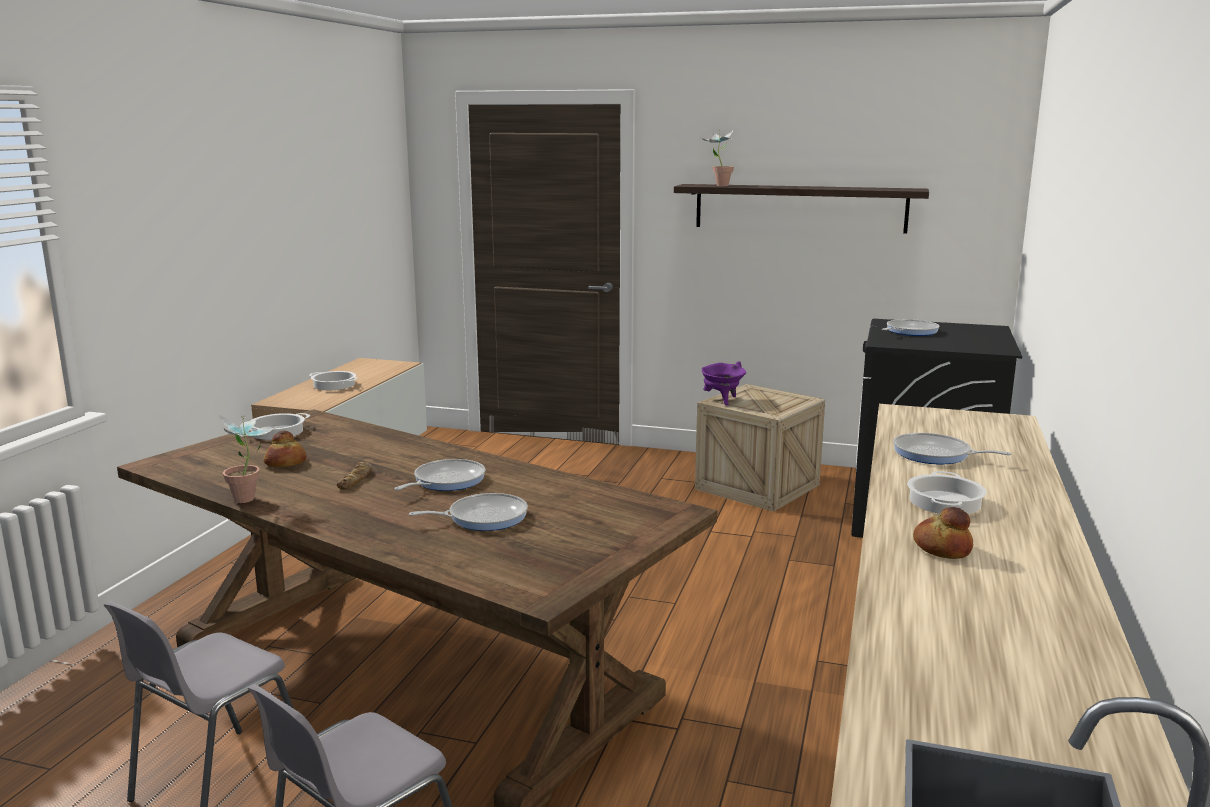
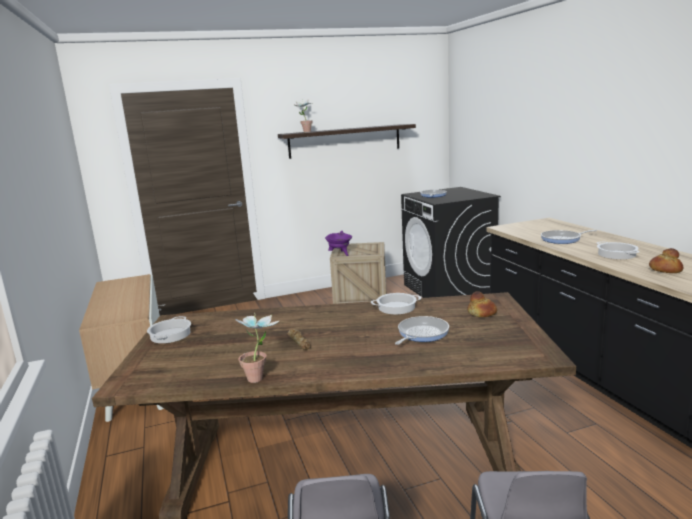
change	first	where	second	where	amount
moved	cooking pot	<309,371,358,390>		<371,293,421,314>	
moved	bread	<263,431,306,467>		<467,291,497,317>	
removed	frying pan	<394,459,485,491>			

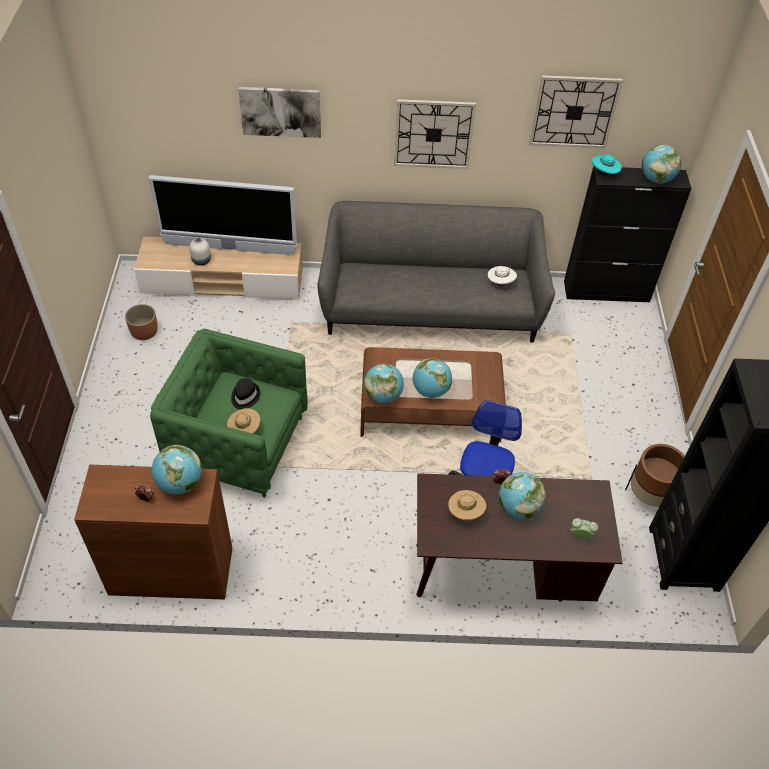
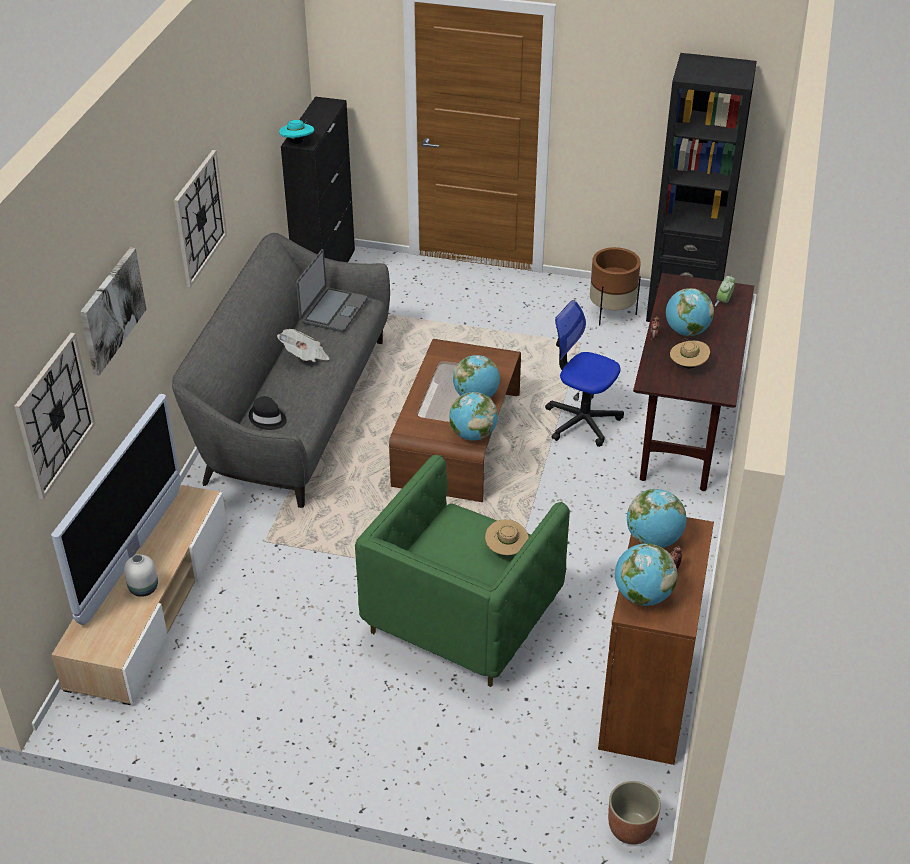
change	first	where	second	where	amount
moved	wall clock	<529,75,623,148>		<14,333,95,499>	
moved	globe	<642,145,682,183>		<615,543,677,606>	
replaced	hat/white	<488,266,517,286>	laptop	<296,249,368,332>	
moved	planter	<125,304,158,340>		<608,781,661,845>	
moved	hat/black	<231,378,260,410>		<249,396,287,430>	
added			newspaper	<277,329,330,362>	

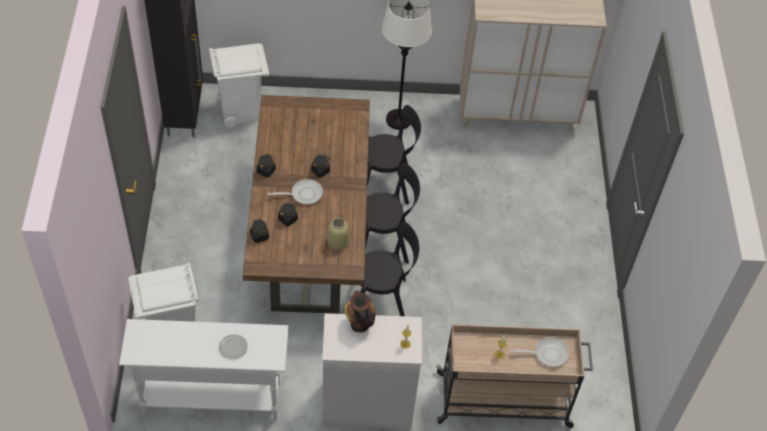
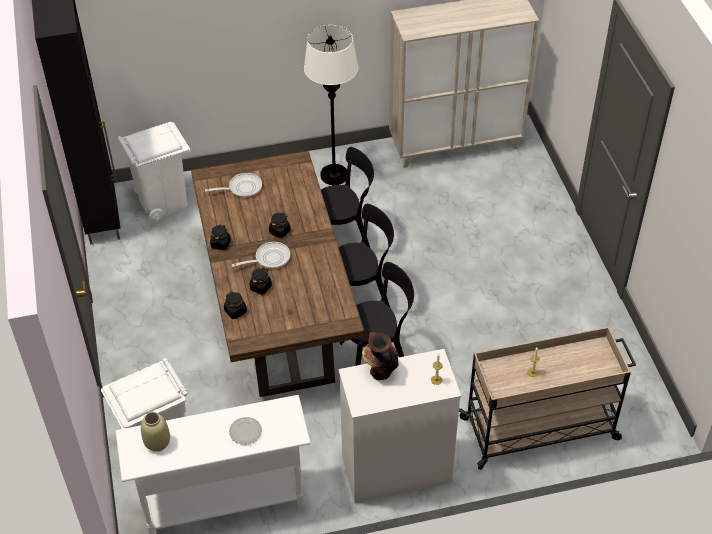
change	first	where	second	where	amount
moved	vase/beige	<327,218,349,250>		<141,412,170,452>	
moved	frying pan	<511,337,569,367>		<205,173,262,197>	

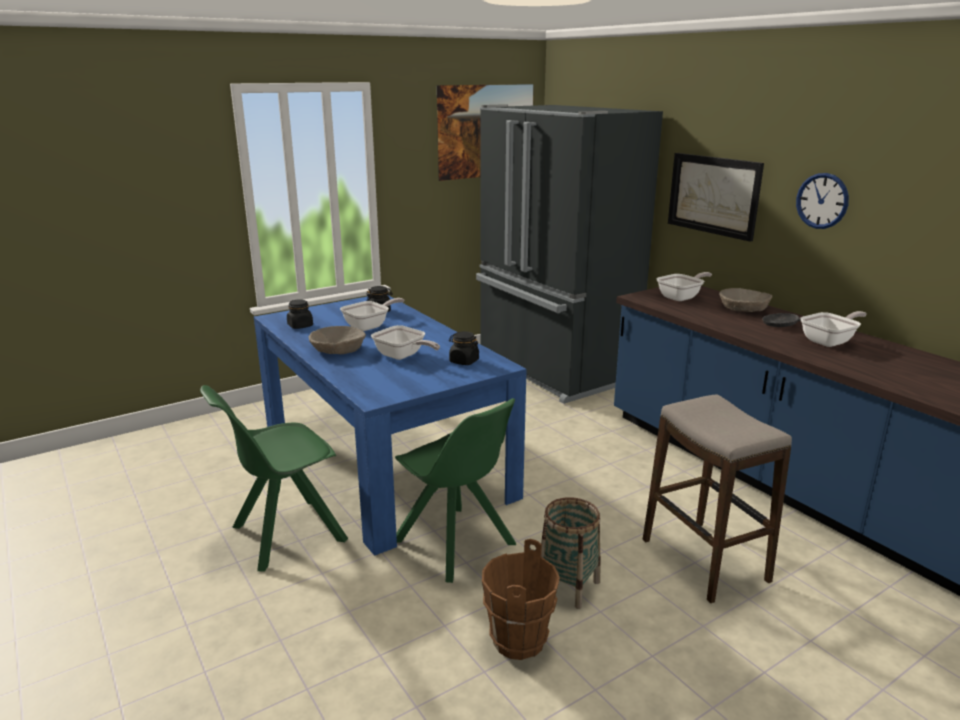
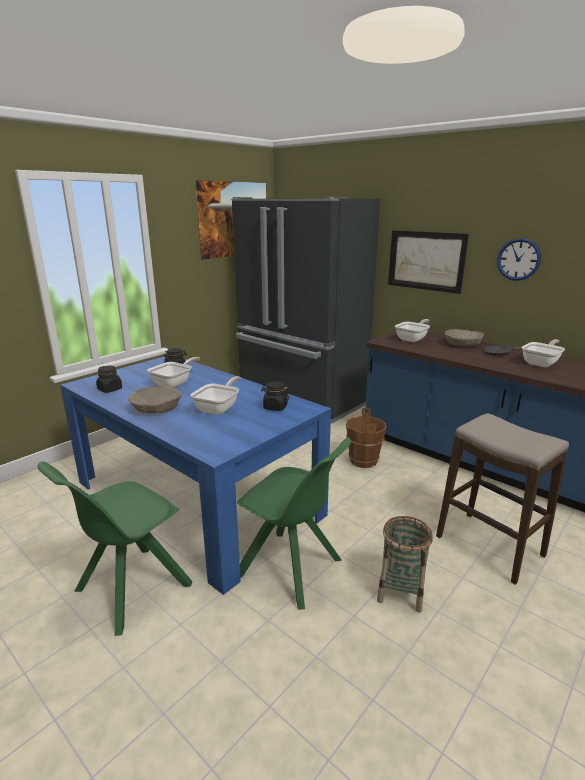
change	first	where	second	where	amount
turned	frying pan	<371,325,440,360>		<190,376,241,415>	90 degrees counterclockwise
moved	bucket/brown	<482,539,560,660>		<346,407,387,468>	

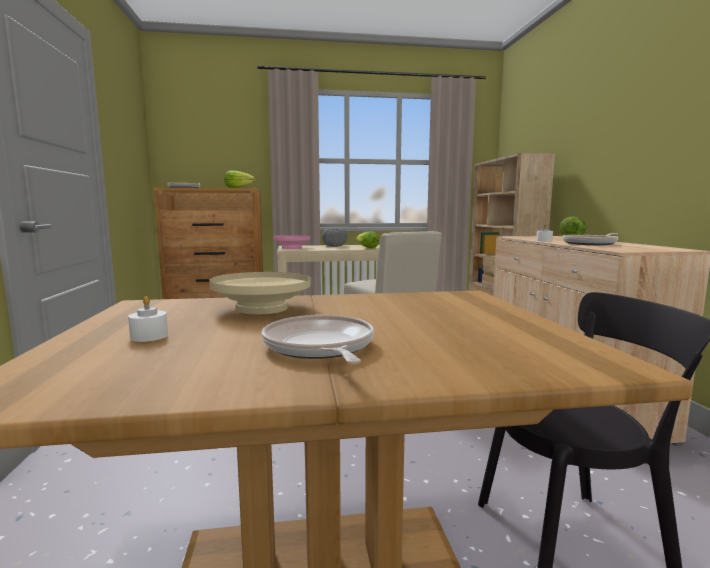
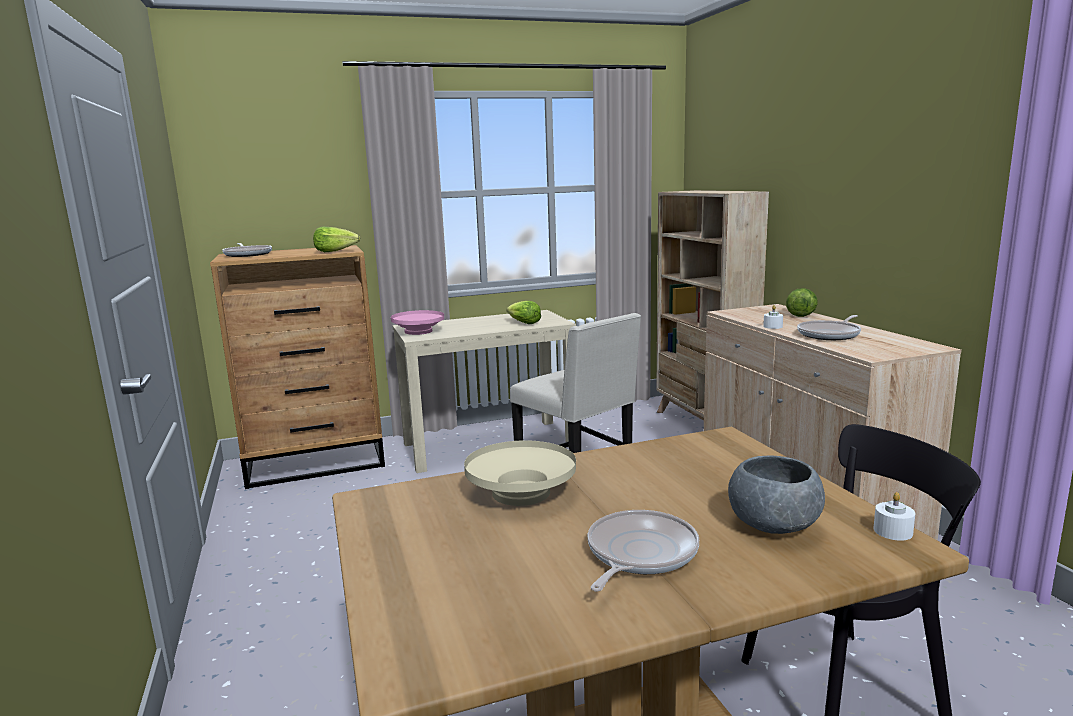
change	first	where	second	where	amount
moved	bowl/grey	<322,229,347,247>		<728,456,825,534>	
moved	candle/white	<128,296,168,342>		<873,492,916,541>	
turned	frying pan	<262,315,374,364>		<588,510,699,592>	60 degrees clockwise

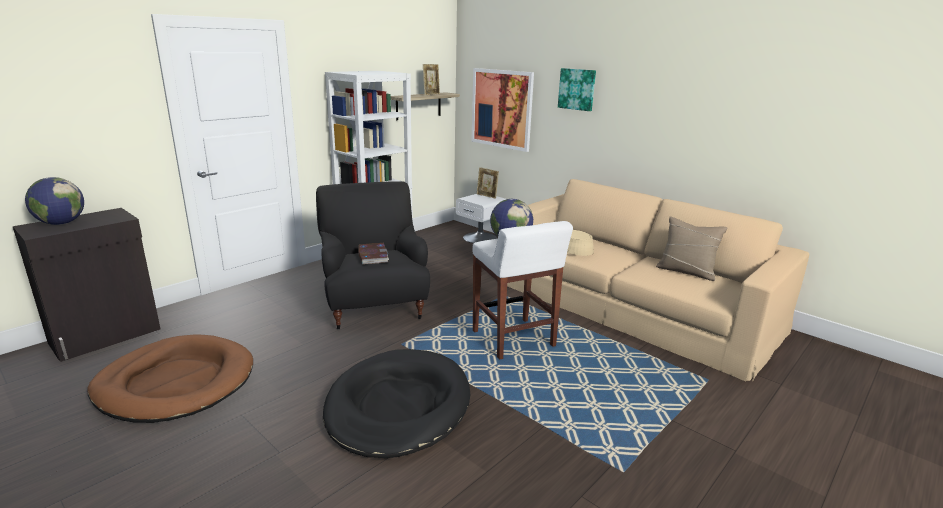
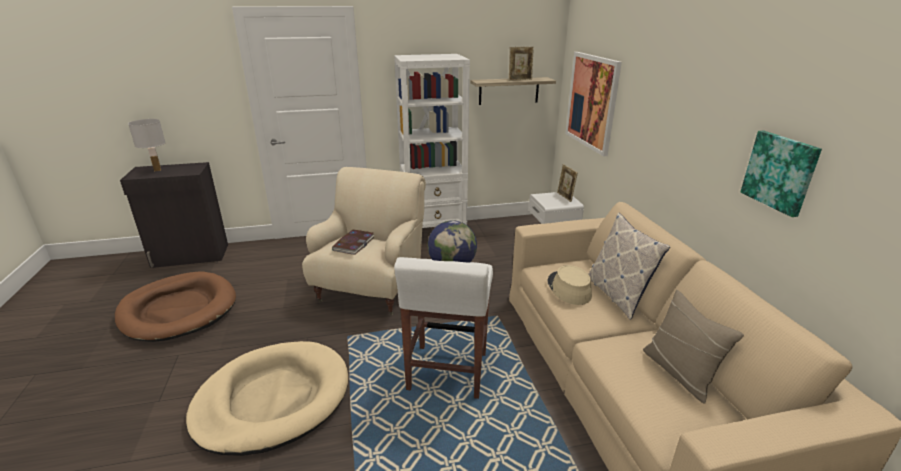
change	first	where	second	where	amount
moved	picture	<558,68,596,111>		<741,131,822,217>	
replaced	globe	<25,177,84,225>	table lamp/white	<128,119,166,172>	
recoloured	armchair/black	<316,181,430,329>	armchair/beige	<302,167,426,315>	
recoloured	dog bed/black	<323,349,470,458>	dog bed/beige	<186,341,348,456>	
added			pillow	<589,213,670,320>	

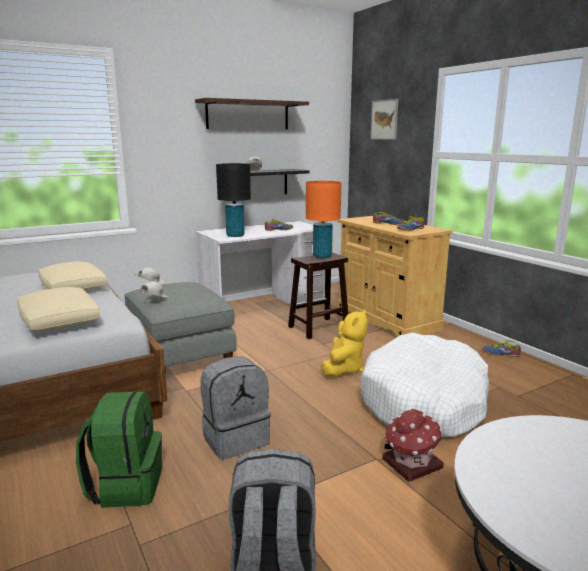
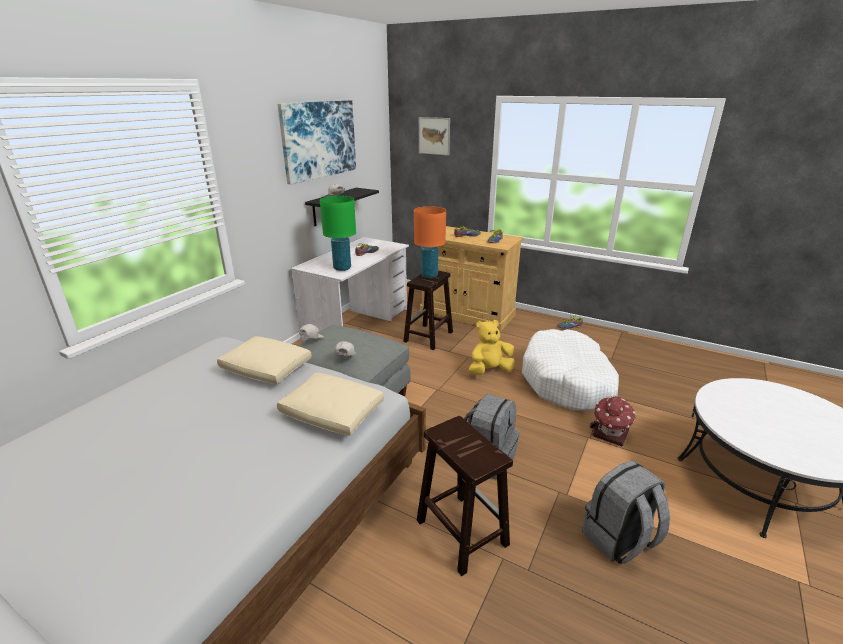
change	first	where	second	where	amount
replaced	shelf	<195,98,309,129>	picture	<278,100,356,184>	
recoloured	table lamp/black	<216,163,251,237>	table lamp/green	<320,196,356,271>	
turned	plush toy/yellow	<321,310,368,377>		<469,320,515,375>	105 degrees counterclockwise
replaced	backpack/green	<76,391,162,508>	stool/brown	<417,416,513,576>	

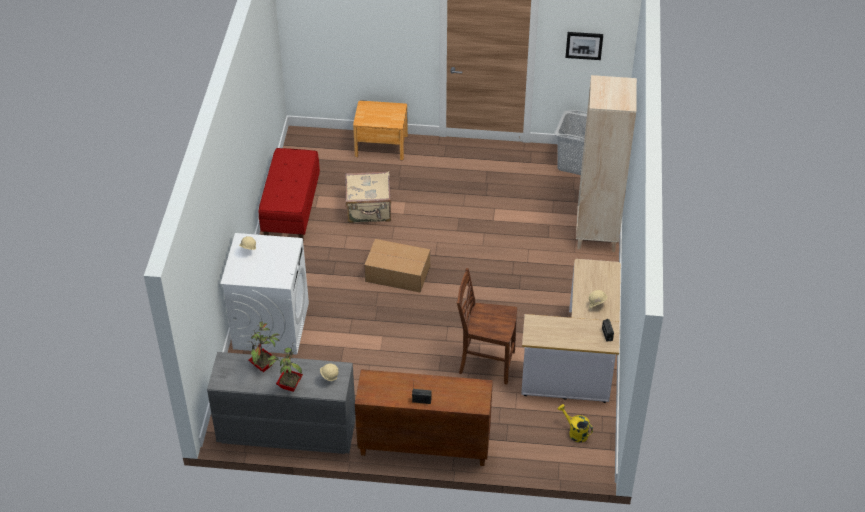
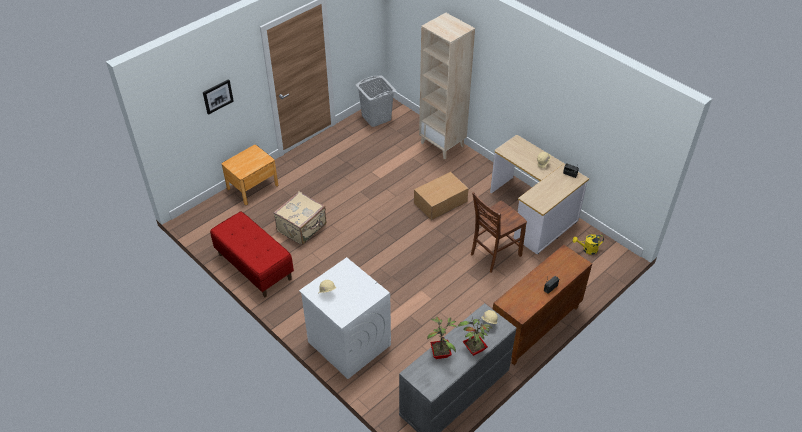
change	first	where	second	where	amount
moved	picture	<565,32,603,60>		<203,79,234,115>	
moved	cardboard box	<364,239,430,293>		<414,172,469,220>	

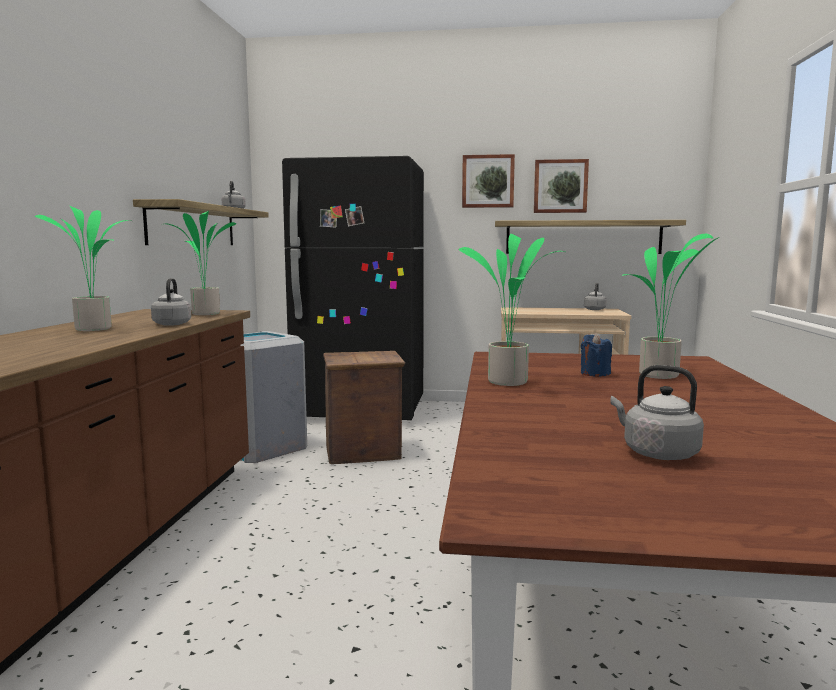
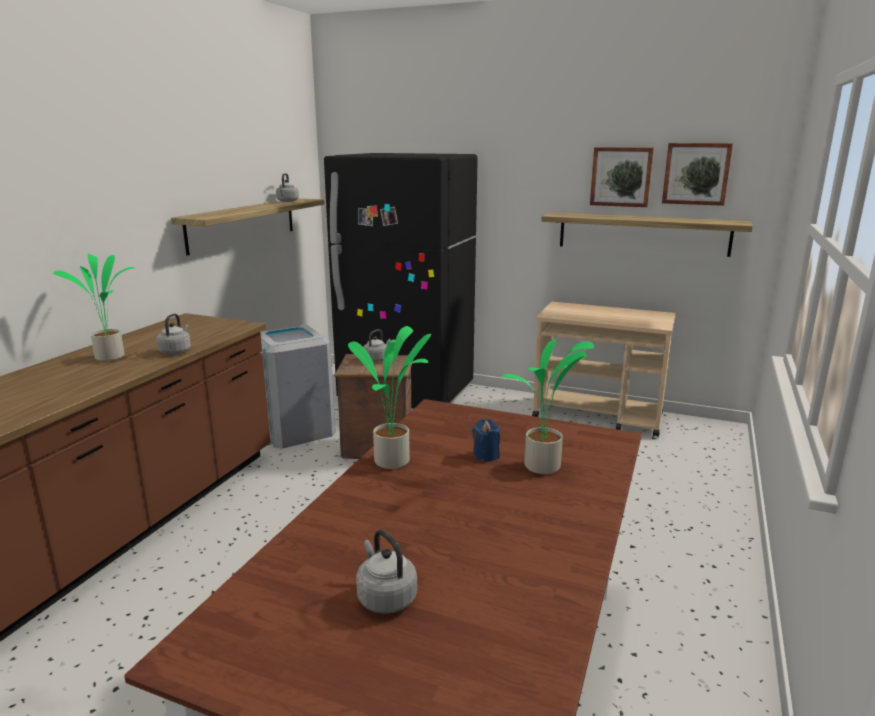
change	first	where	second	where	amount
moved	picture	<462,154,515,208>		<662,143,733,206>	
removed	potted plant	<165,211,236,315>			
moved	kettle/grey	<584,283,606,310>		<363,329,391,362>	

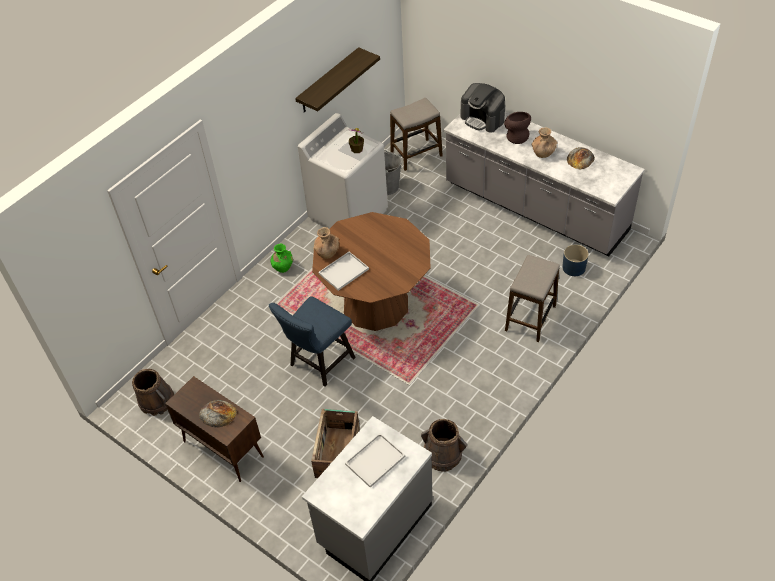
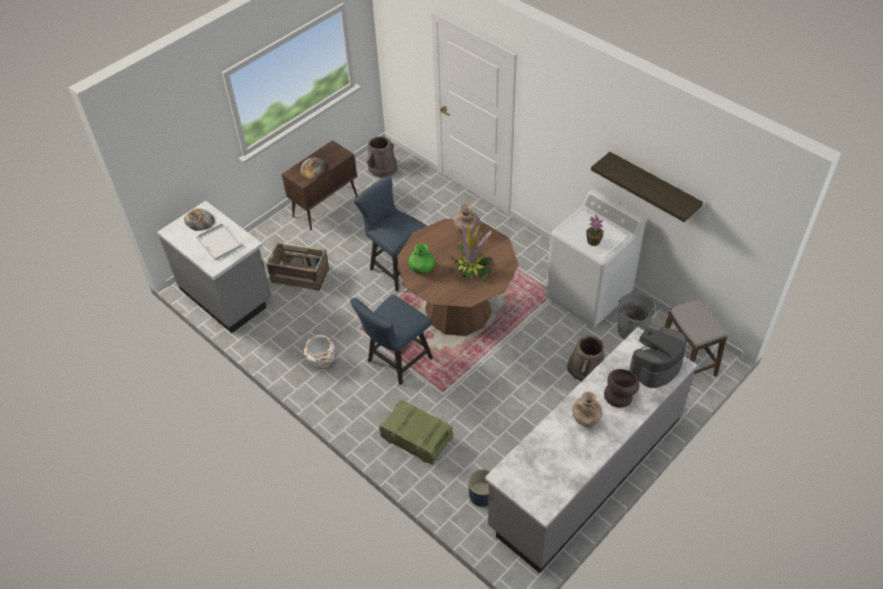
change	first	where	second	where	amount
moved	bread	<567,147,595,170>		<184,209,215,231>	
moved	vase/green	<270,244,293,273>		<409,244,435,274>	
removed	tray/white	<318,252,369,291>			
replaced	stool	<505,255,560,342>	crate	<379,399,453,465>	
moved	bucket/brown	<421,419,467,472>		<567,336,605,382>	
added			potted plant	<449,218,492,282>	
added			chair/blue	<350,294,433,385>	
added			planter/white	<304,335,335,369>	

